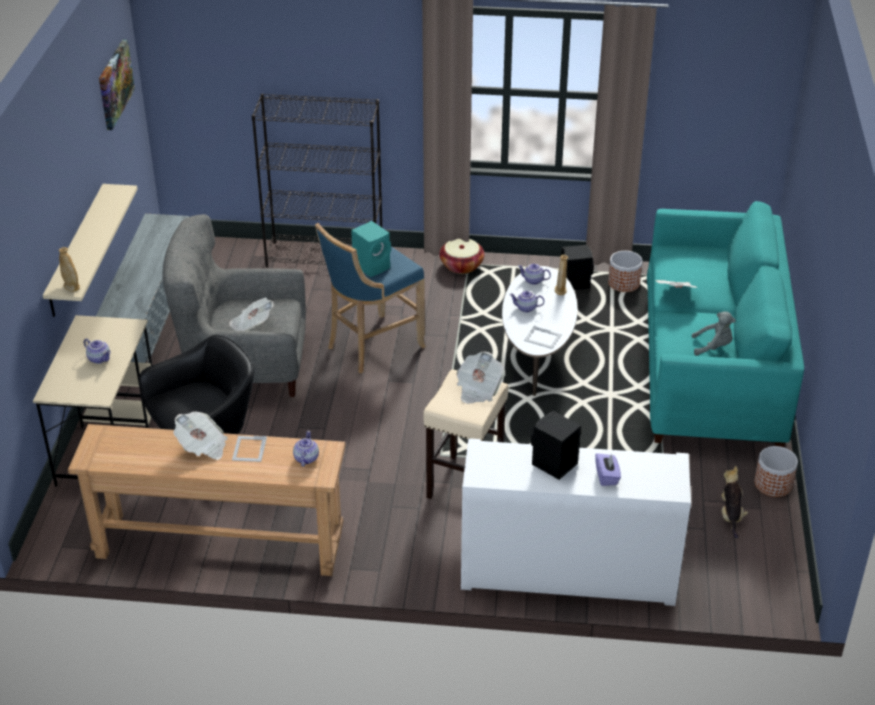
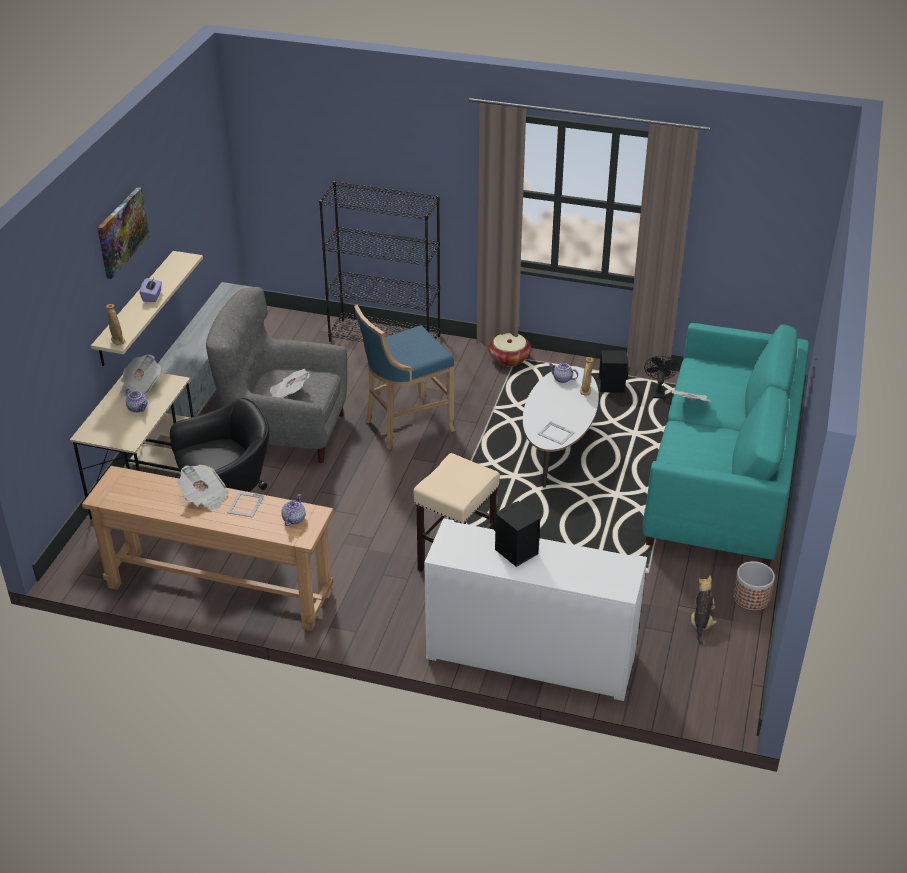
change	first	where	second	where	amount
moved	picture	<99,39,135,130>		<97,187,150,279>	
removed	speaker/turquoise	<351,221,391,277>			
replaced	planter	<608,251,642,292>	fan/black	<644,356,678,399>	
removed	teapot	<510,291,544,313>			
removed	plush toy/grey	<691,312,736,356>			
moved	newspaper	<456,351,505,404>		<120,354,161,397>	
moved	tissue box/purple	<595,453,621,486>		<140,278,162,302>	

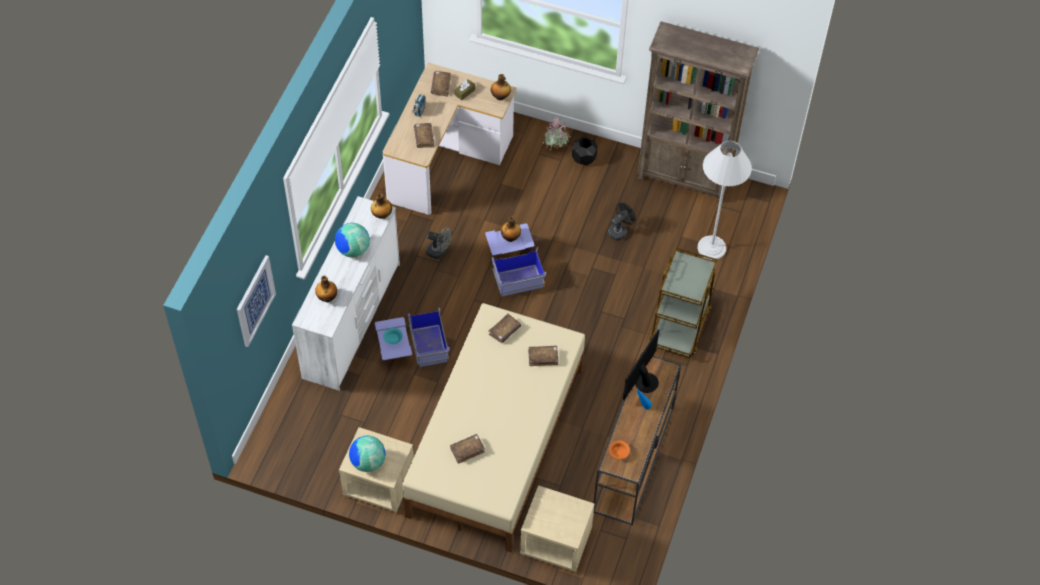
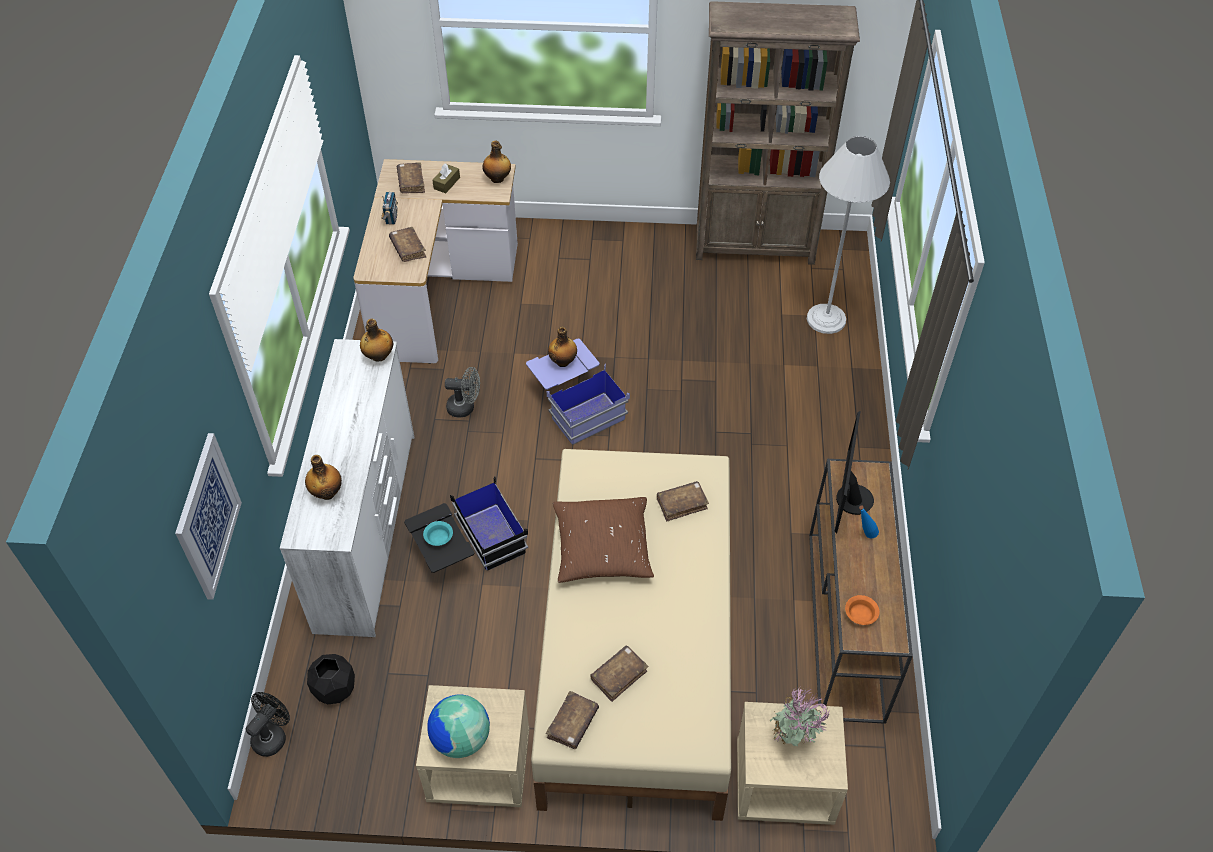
change	first	where	second	where	amount
moved	potted plant	<544,117,570,151>		<770,688,829,747>	
moved	planter/black	<572,137,598,165>		<307,654,355,704>	
moved	fan/black	<608,202,636,240>		<246,692,290,757>	
removed	globe	<335,223,370,257>			
removed	cart/brown	<649,247,717,358>			
recoloured	storage box/blue	<375,307,449,367>	storage box/black	<404,476,528,573>	
moved	book/brown	<488,313,521,343>		<546,691,599,749>	
added			pillow/brown	<553,497,654,583>	

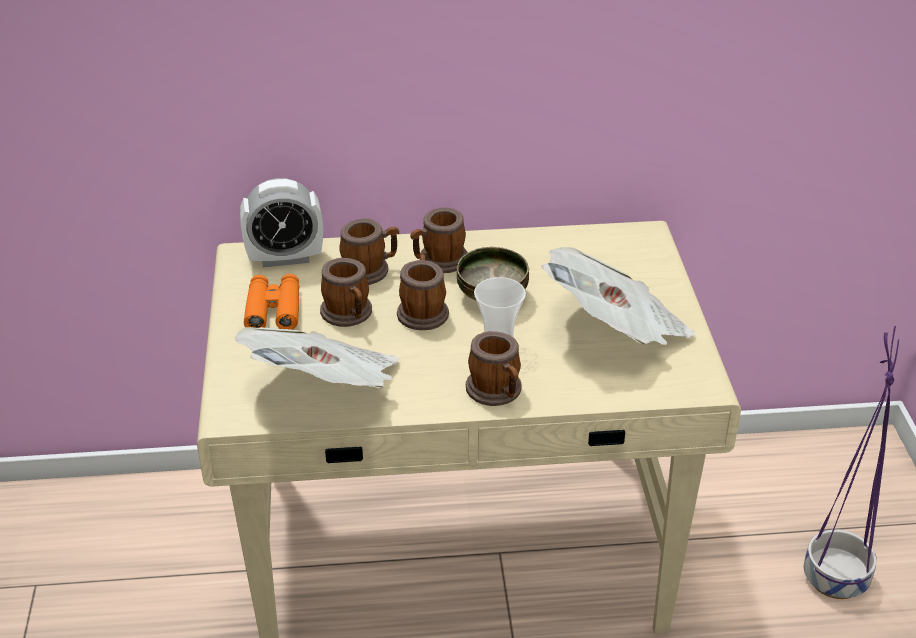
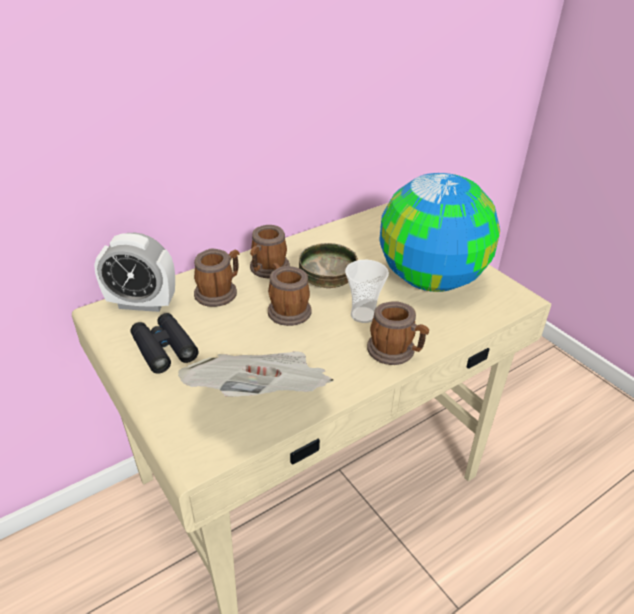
change	first	where	second	where	amount
turned	alarm clock	<240,178,323,268>		<94,233,175,312>	45 degrees clockwise
replaced	newspaper	<541,247,695,345>	globe	<379,173,500,292>	
removed	mug	<320,258,372,327>			
recoloured	binoculars/orange	<244,274,299,330>	binoculars/black	<130,313,198,374>	
removed	planter/purple	<804,326,899,599>			

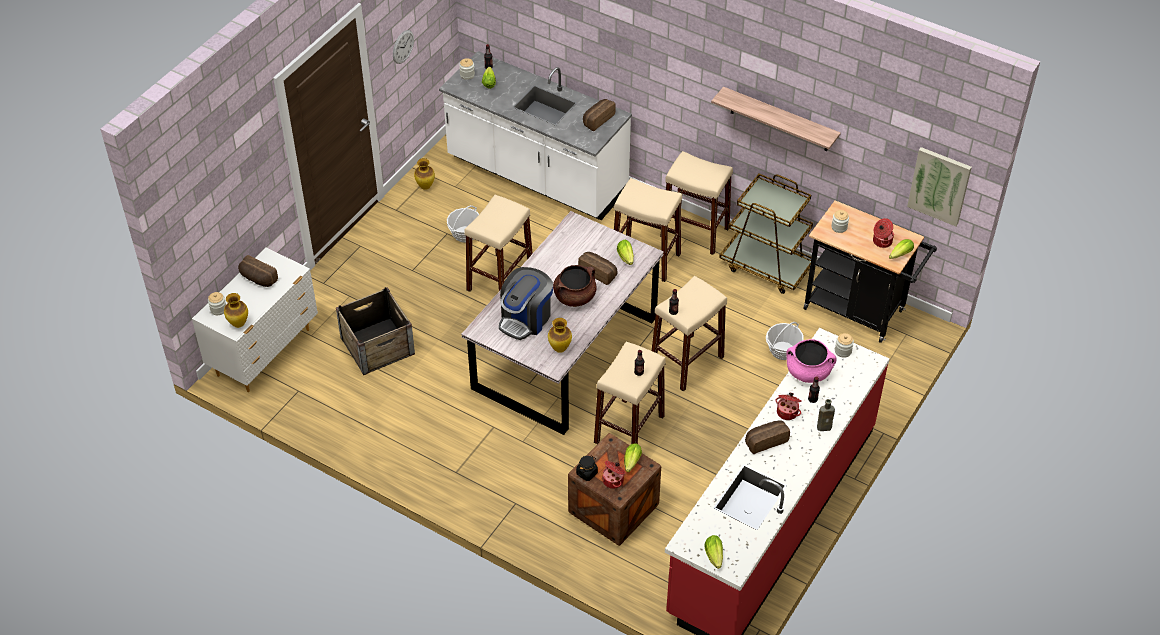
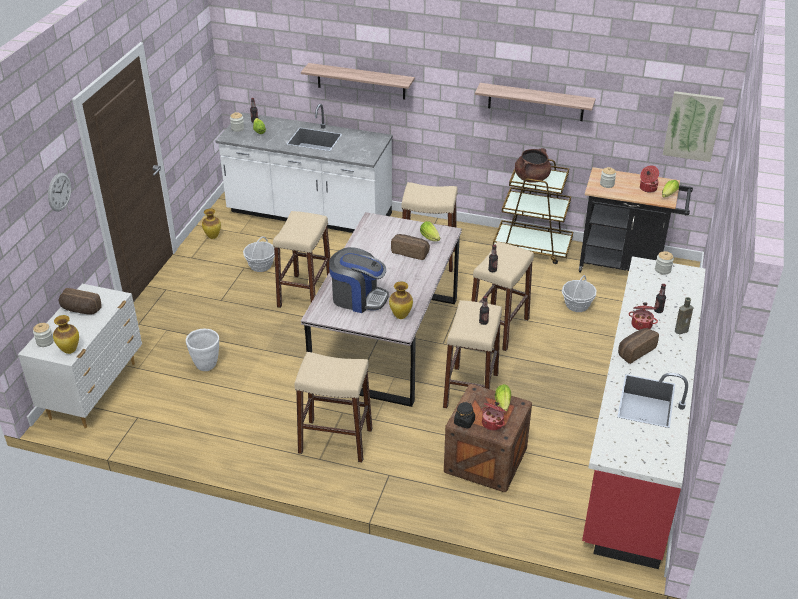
change	first	where	second	where	amount
moved	wall clock	<393,30,414,64>		<48,173,71,212>	
removed	bread	<583,99,616,131>			
moved	stool/beige	<660,151,733,255>		<294,352,372,462>	
moved	cooking pot/brown	<553,265,597,307>		<515,148,551,183>	
turned	coffee machine	<499,267,553,340>		<329,247,389,313>	90 degrees counterclockwise
replaced	crate	<336,287,415,375>	planter/white	<186,329,219,371>	
removed	cooking pot/pink	<786,339,837,383>			
removed	lettuce	<704,535,723,569>			
added			shelf	<301,63,415,100>	

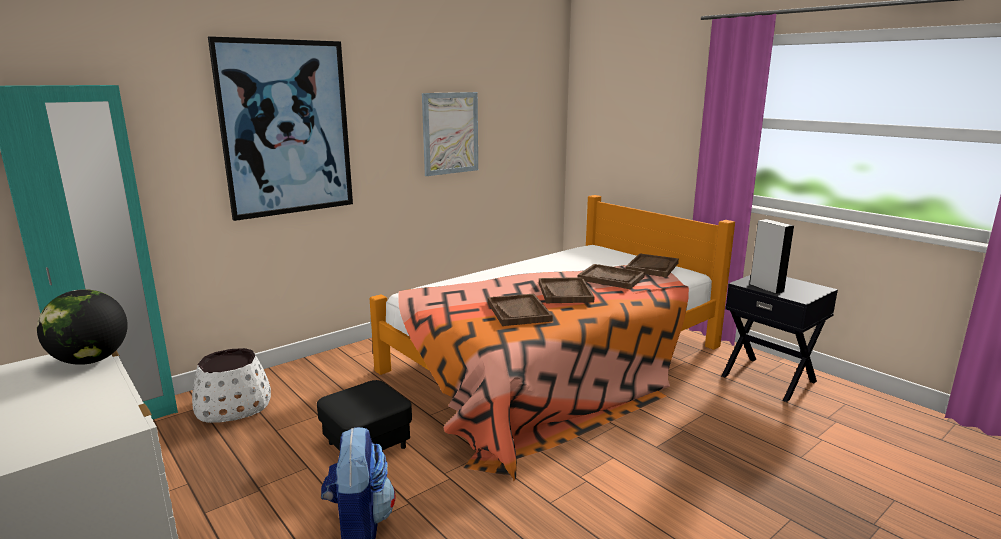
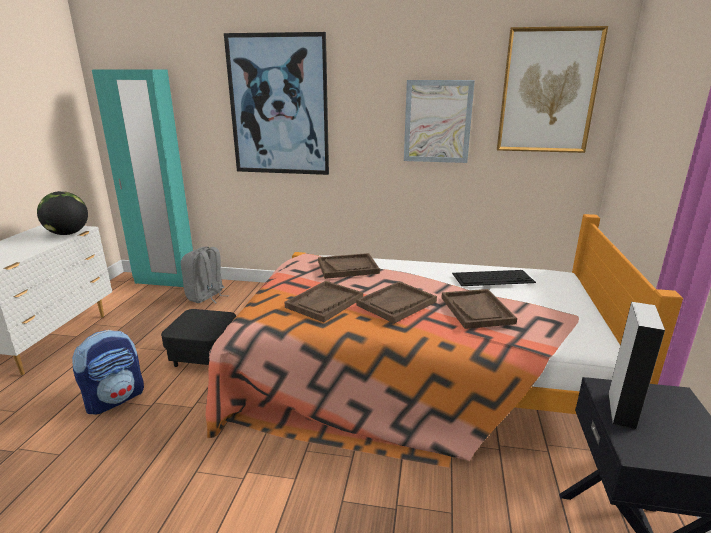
change	first	where	second	where	amount
moved	tray/brown	<625,253,679,277>		<318,253,380,279>	
replaced	planter/white	<192,348,271,423>	backpack/grey	<181,246,228,303>	
added			picture	<497,26,608,153>	
added			keyboard	<452,270,536,286>	

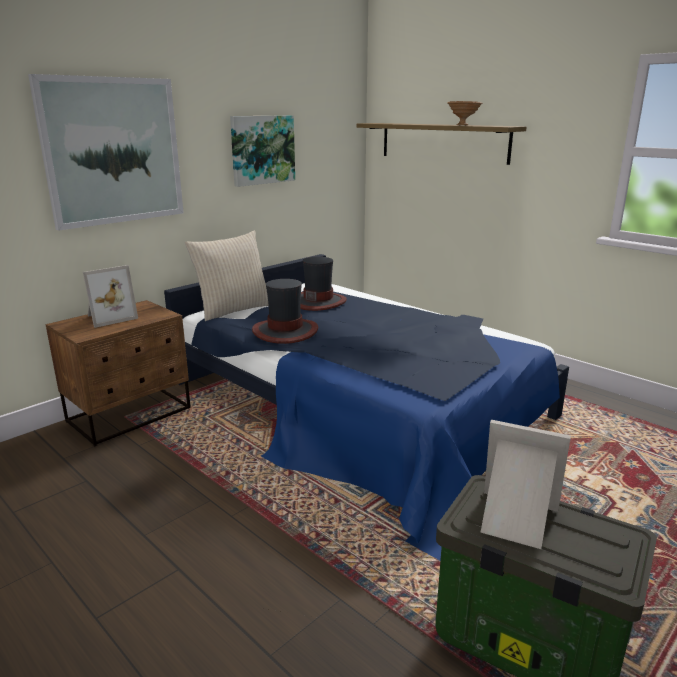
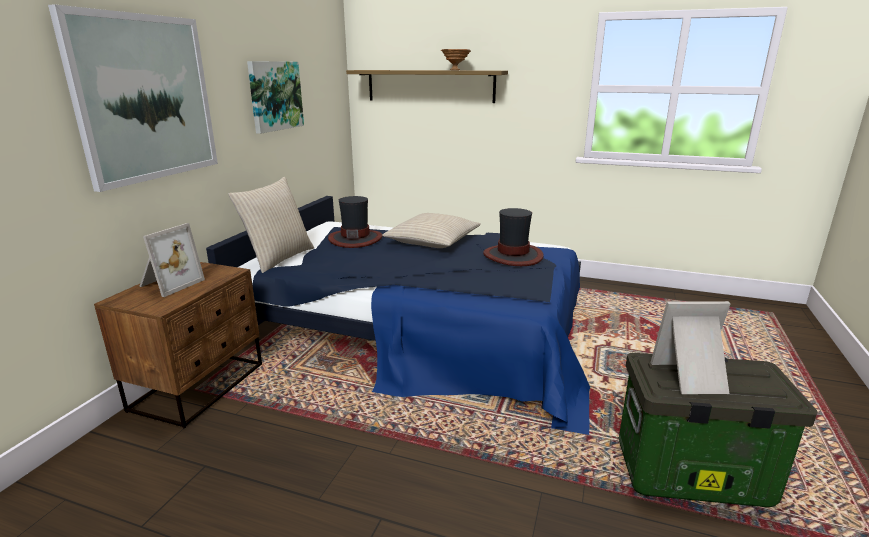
change	first	where	second	where	amount
moved	hat	<252,279,318,344>		<483,208,544,266>	
added			pillow/beige	<382,213,481,248>	

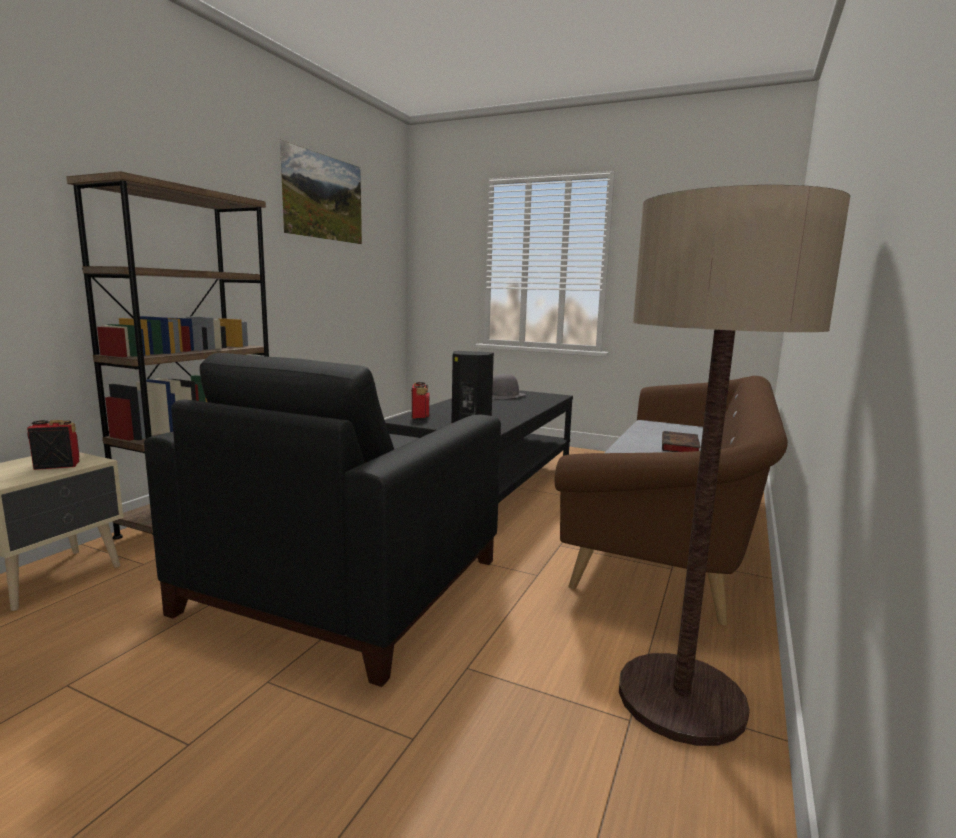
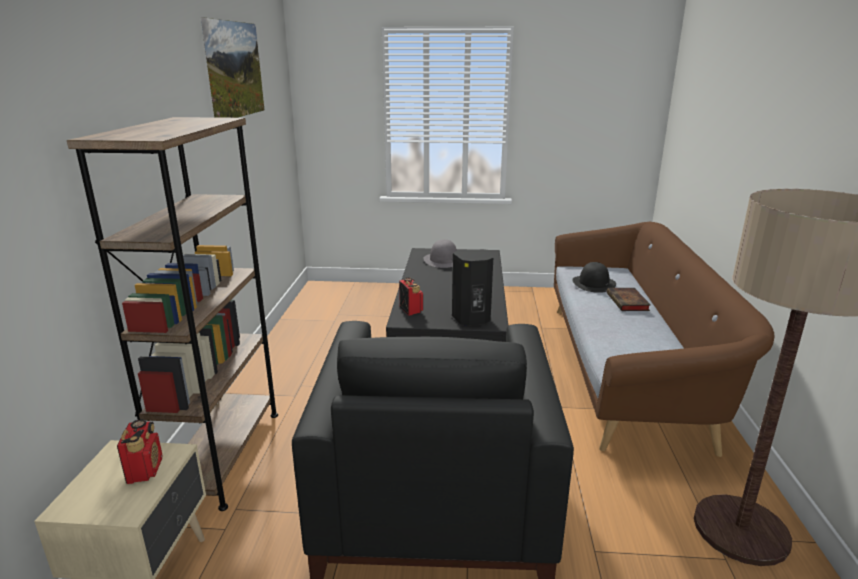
change	first	where	second	where	amount
turned	radio	<27,420,79,470>		<117,419,162,484>	120 degrees clockwise
added			hat/black	<572,262,616,293>	

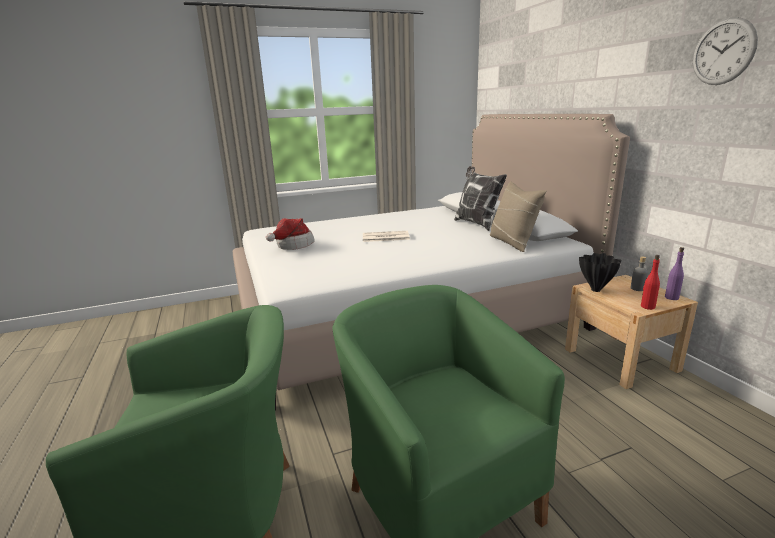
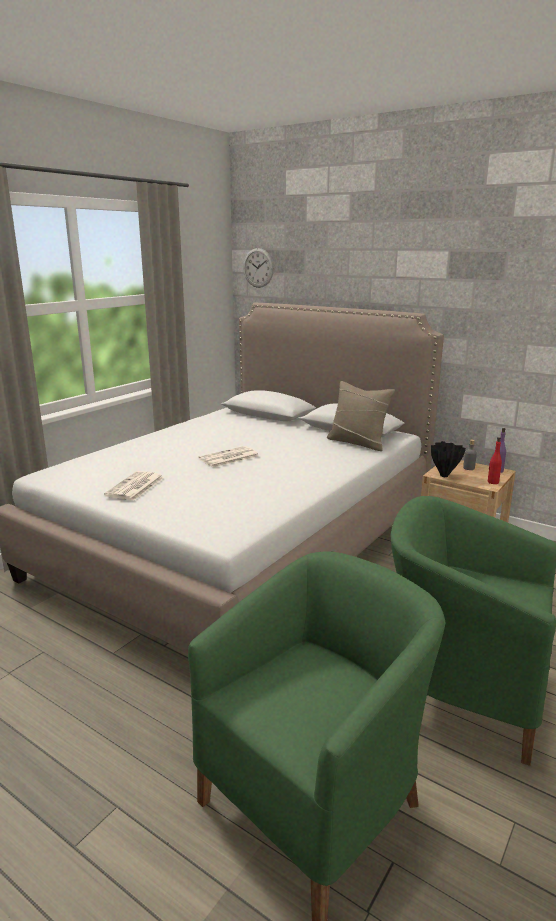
change	first	where	second	where	amount
moved	wall clock	<693,17,758,85>		<243,248,274,288>	
removed	pillow	<454,166,507,231>			
replaced	hat	<266,218,315,250>	newspaper	<104,471,164,500>	

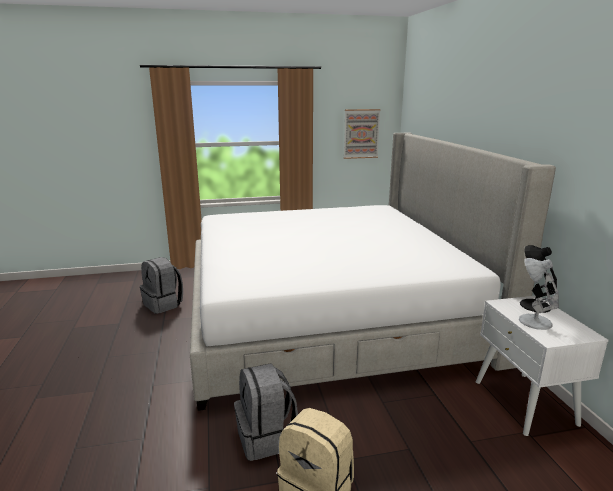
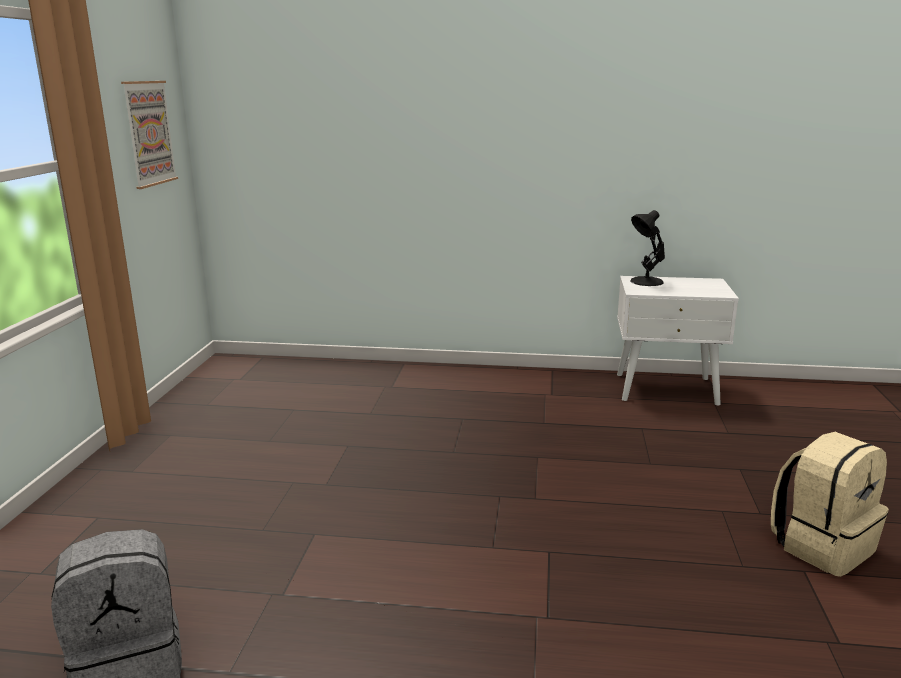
change	first	where	second	where	amount
removed	bed	<190,133,556,411>			
removed	table lamp/white	<519,258,559,330>			
removed	backpack/grey	<234,363,298,461>			

